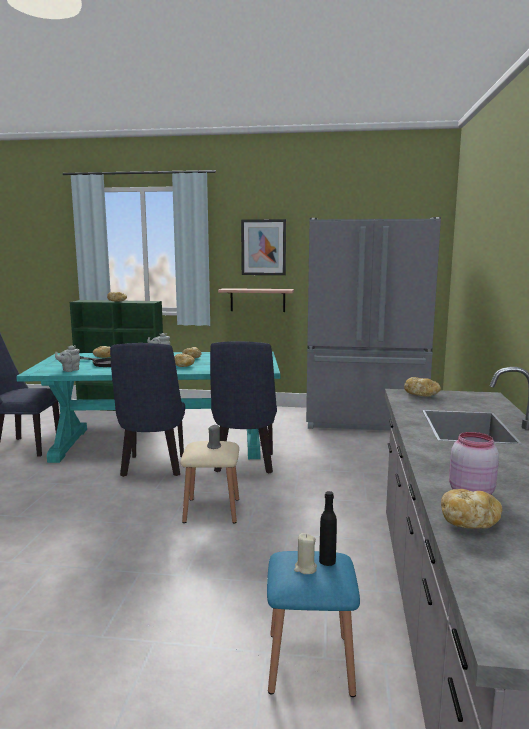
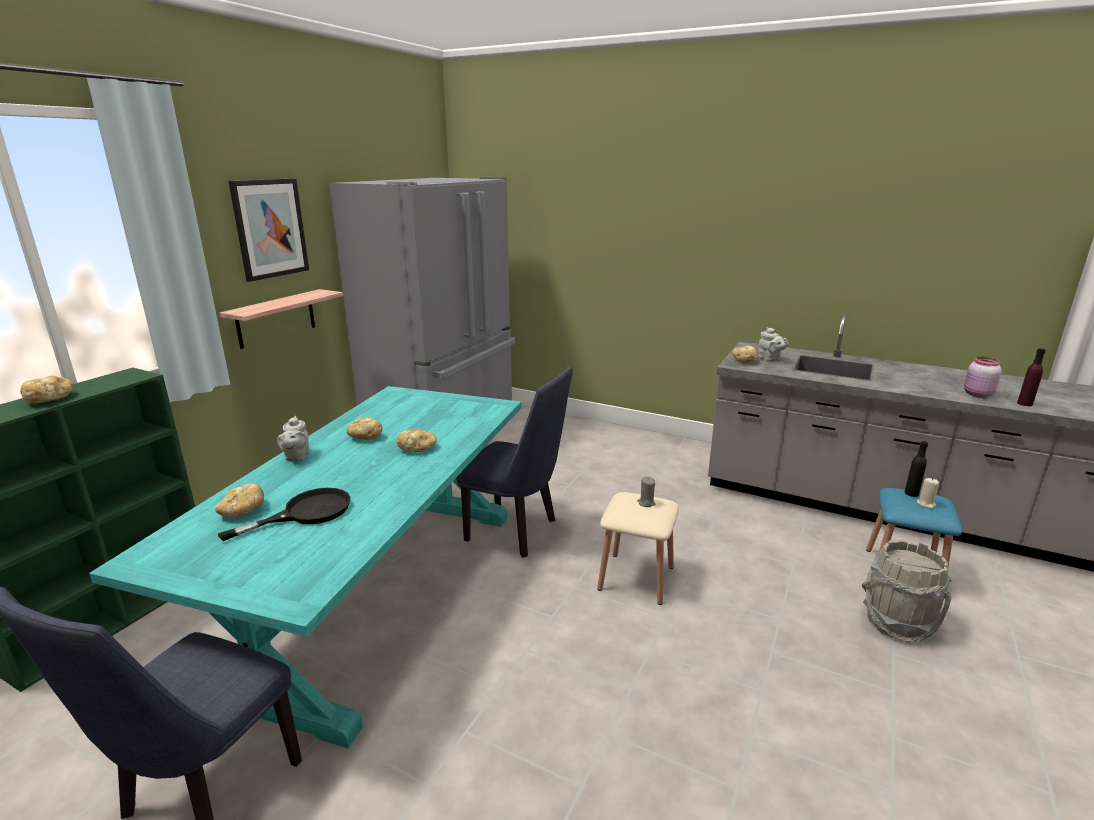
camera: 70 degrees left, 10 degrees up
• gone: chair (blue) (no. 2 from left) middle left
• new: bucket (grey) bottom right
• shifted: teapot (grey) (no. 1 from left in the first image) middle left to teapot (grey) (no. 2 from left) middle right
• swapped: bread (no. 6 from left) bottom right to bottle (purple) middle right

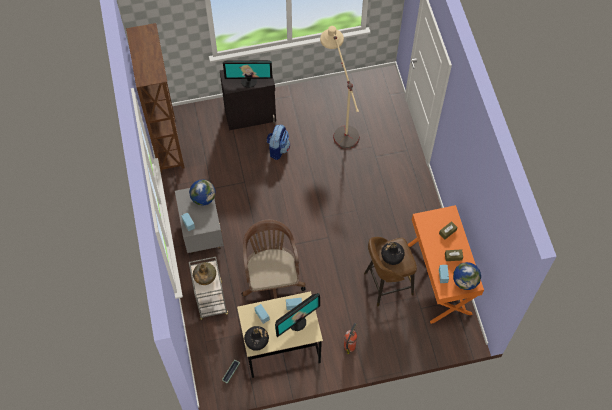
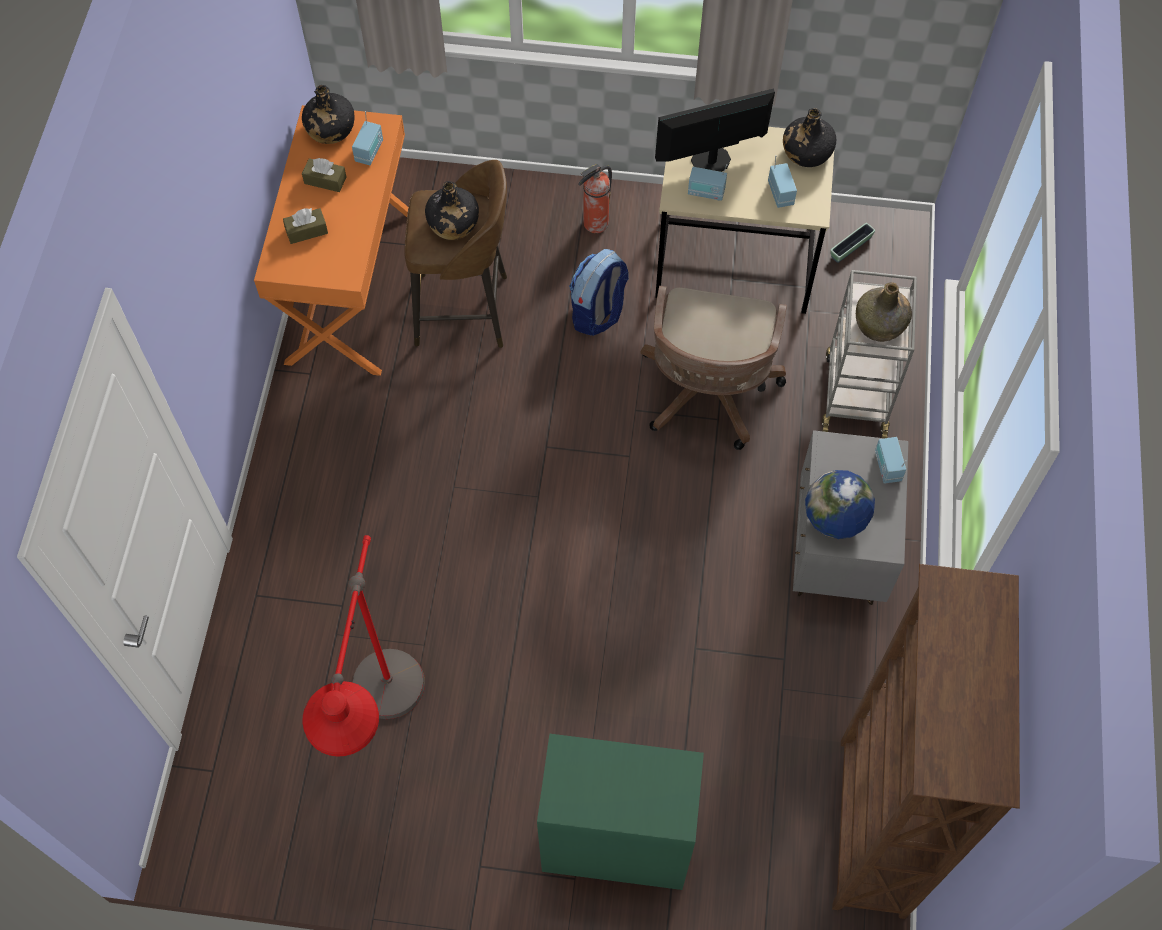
camera: 160 degrees left, 0 degrees up
• gone: monitor (no. 1 from left) top centre
• shifted: backpack centre to top centre
• swapped: globe (no. 2 from left) bottom right to bottle (black) (no. 1 from left) top left
• repainted: cabinet (black) top centre to cabinet (green) bottom centre
• repainted: floor lamp (beige) top centre to floor lamp (red) bottom left

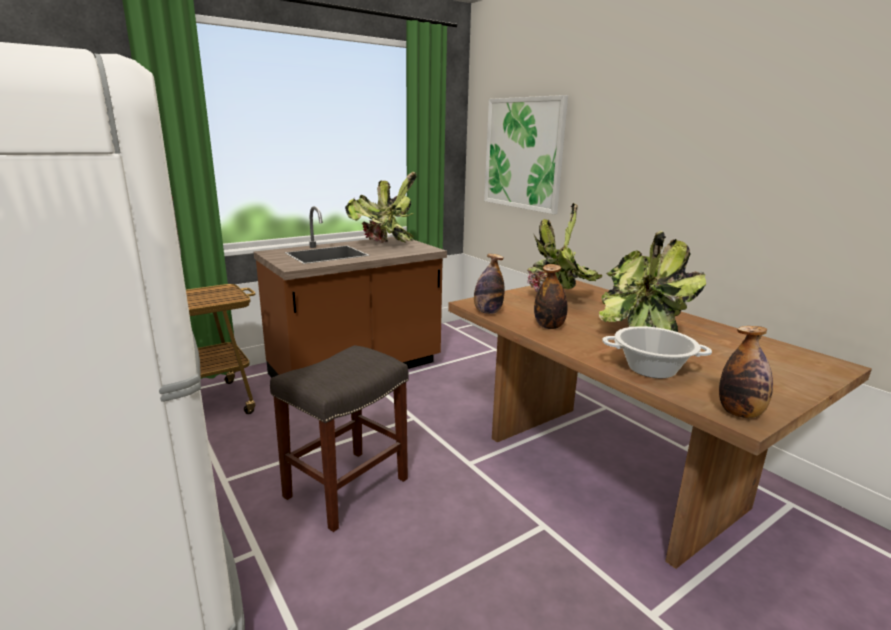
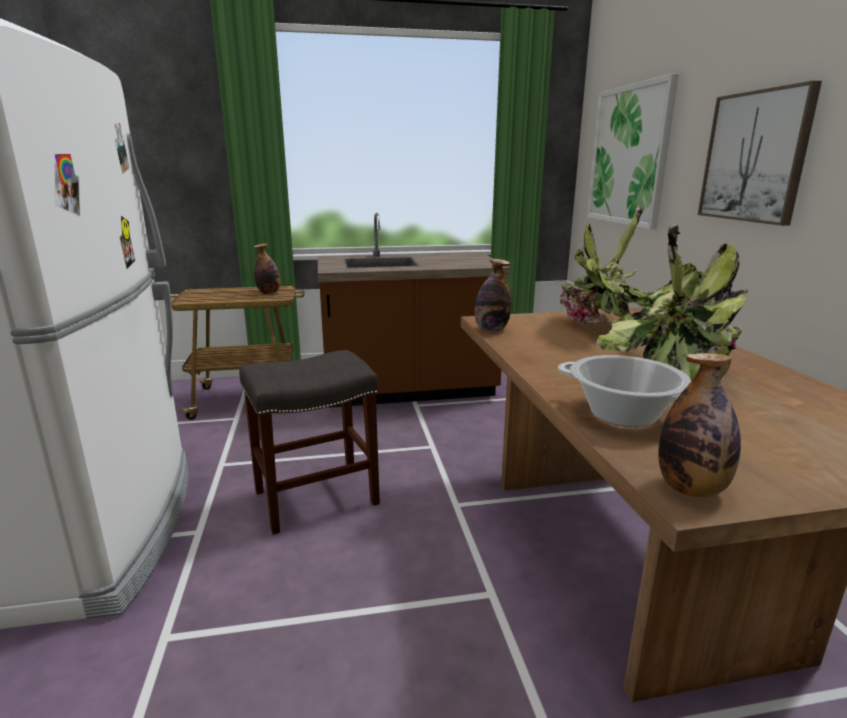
camera: 25 degrees right, 0 degrees up
• gone: potted plant (no. 1 from left) top centre
• new: picture (no. 2 from left) top right
• shifted: bottle (no. 2 from left in the first image) centre to bottle (no. 1 from left) middle left

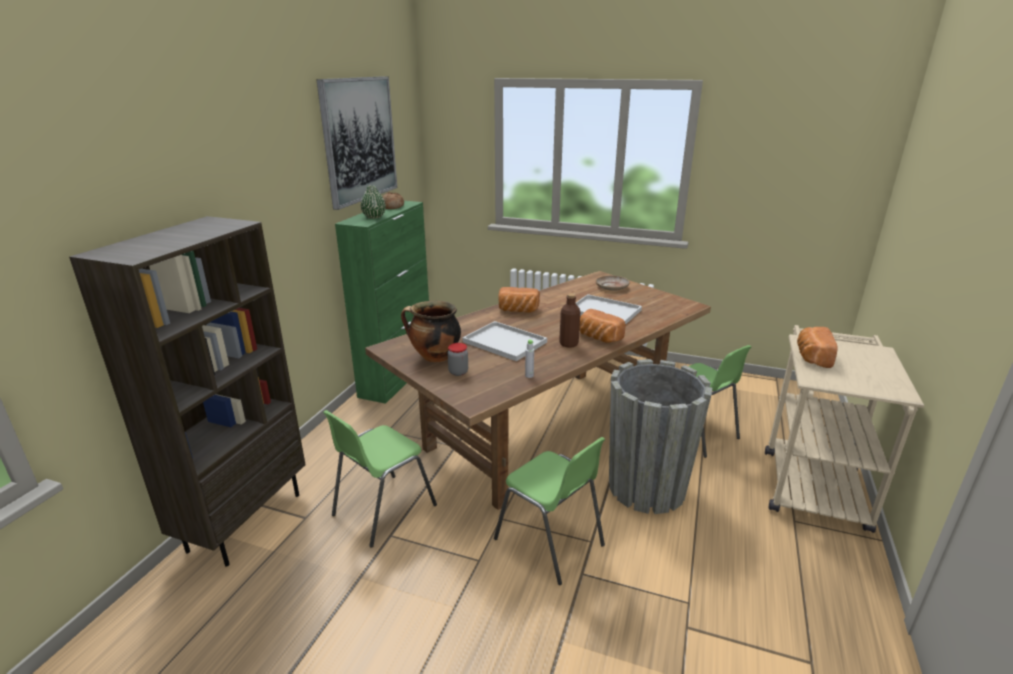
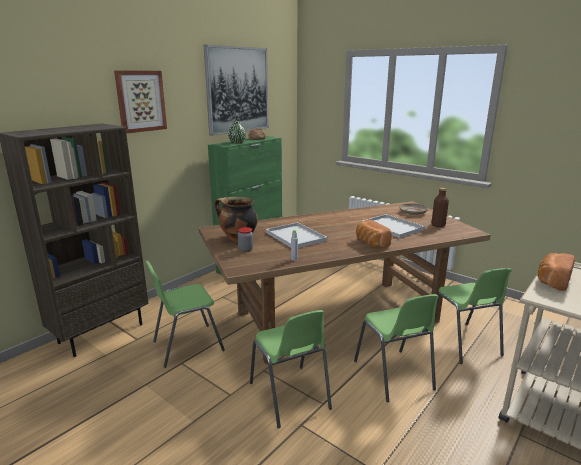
camera: 20 degrees right, 5 degrees down
• gone: bread (no. 2 from left) centre
• new: picture (no. 1 from left) top left
• shifted: bottle (brown) centre to middle right
• swapped: planter (grey) centre to chair (green) (no. 3 from left) bottom right

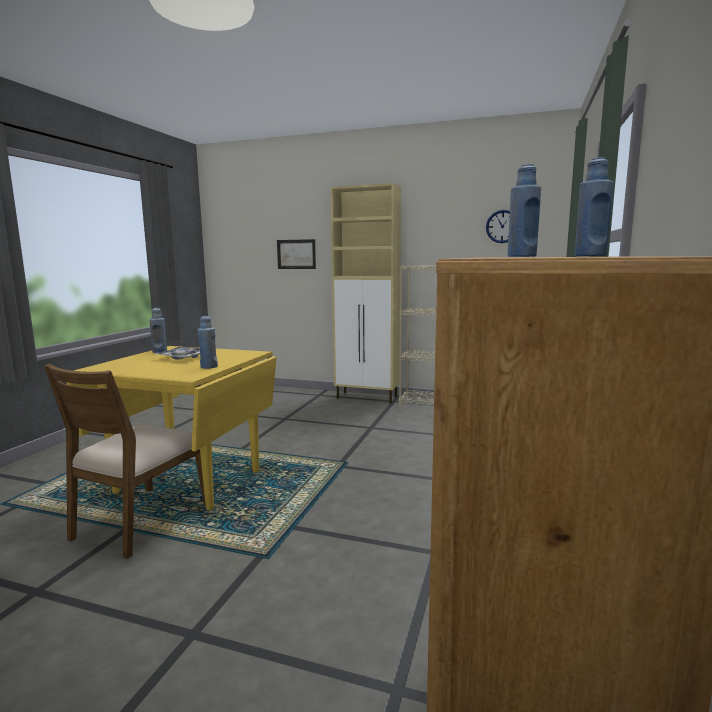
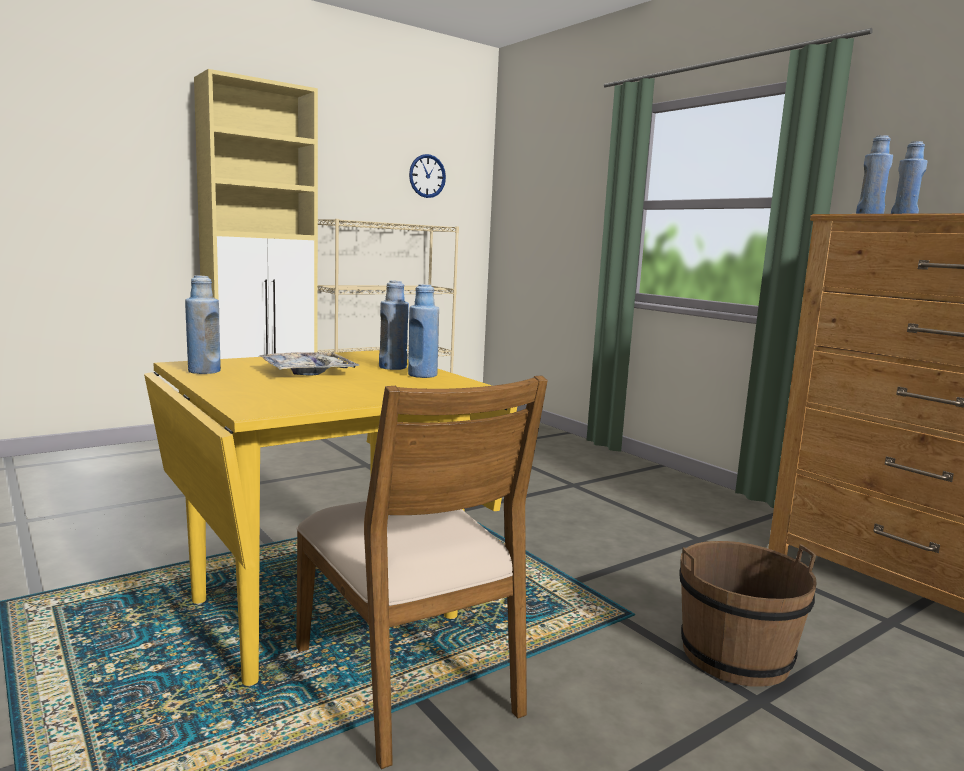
camera: 55 degrees left, 0 degrees up
• gone: picture centre
• new: bottle (blue) (no. 2 from left) centre
• new: bucket (brown) bottom right

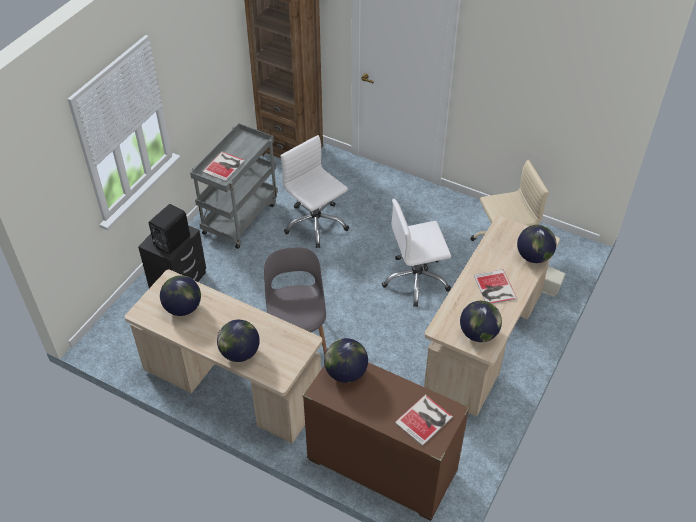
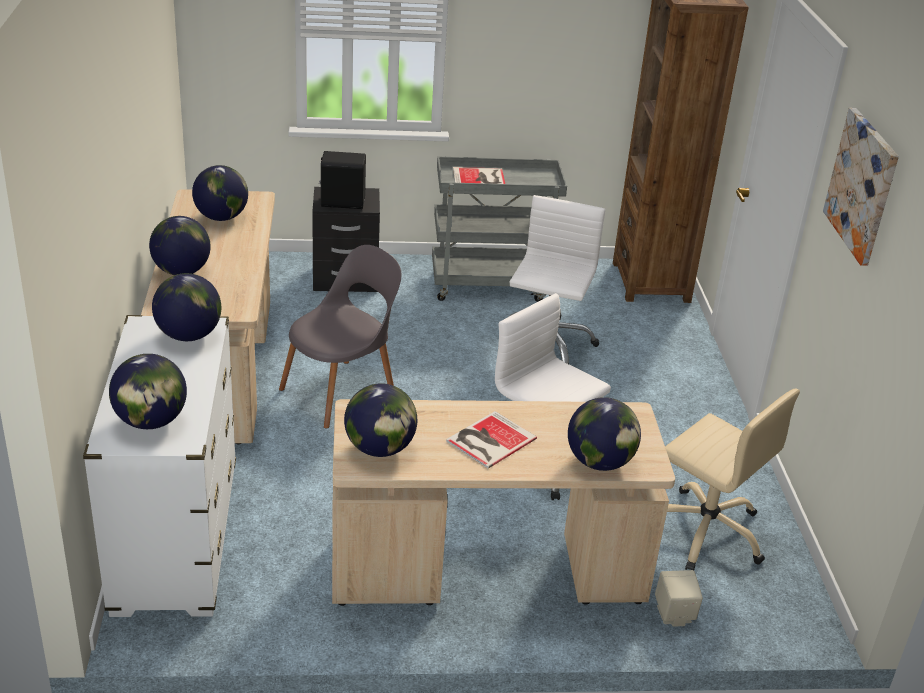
camera: 55 degrees right, 15 degrees down
• new: picture top right
• swapped: book (no. 2 from left) bottom centre to globe (no. 1 from left) middle left
• repainted: dresser (brown) bottom centre to dresser (white) bottom left

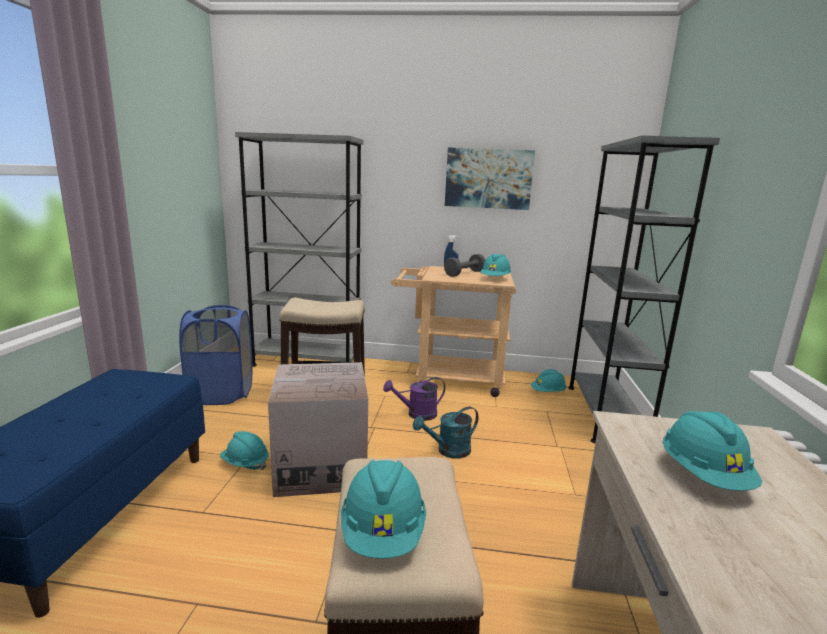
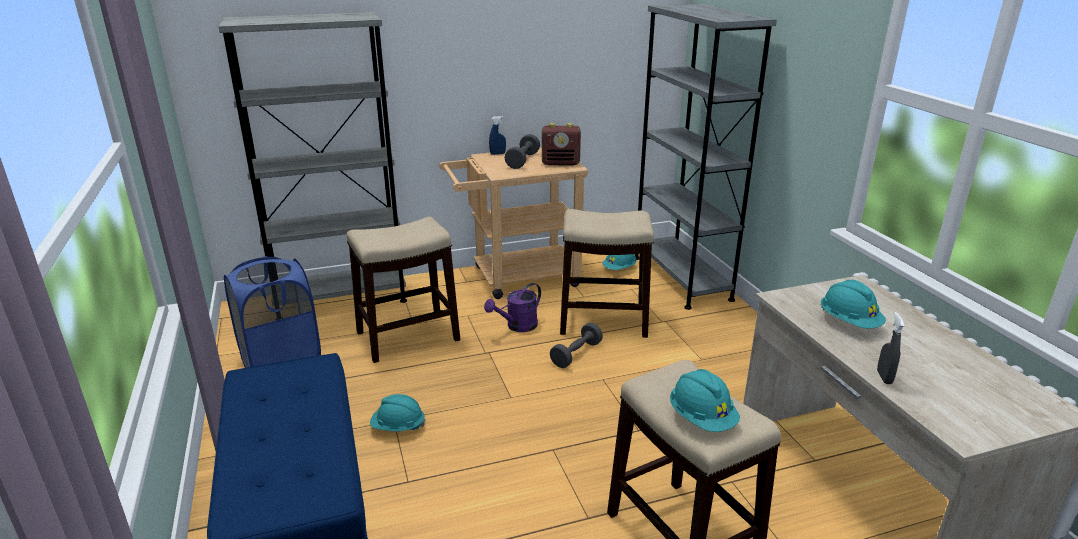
camera: 25 degrees left, 10 degrees up
• gone: cardboard box bottom centre
• gone: picture top centre
• new: stool (no. 2 from left) centre
• new: spray bottle (grey) middle right
• swapped: watering can (turquoise) bottom centre to dumbbell (grey) (no. 2 from left) centre
• swapped: hard hat (turquoise) (no. 3 from left) centre to radio top centre

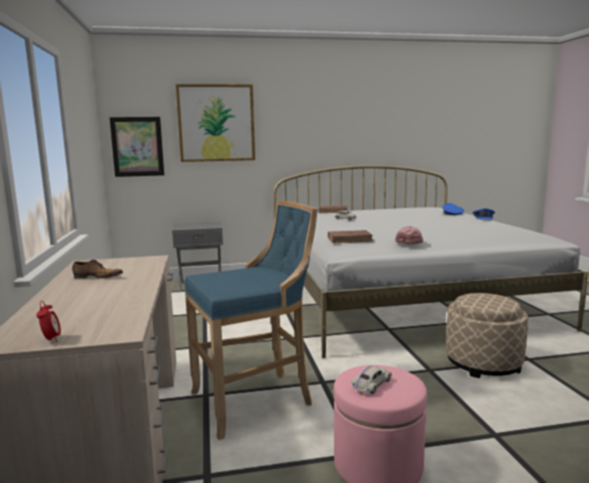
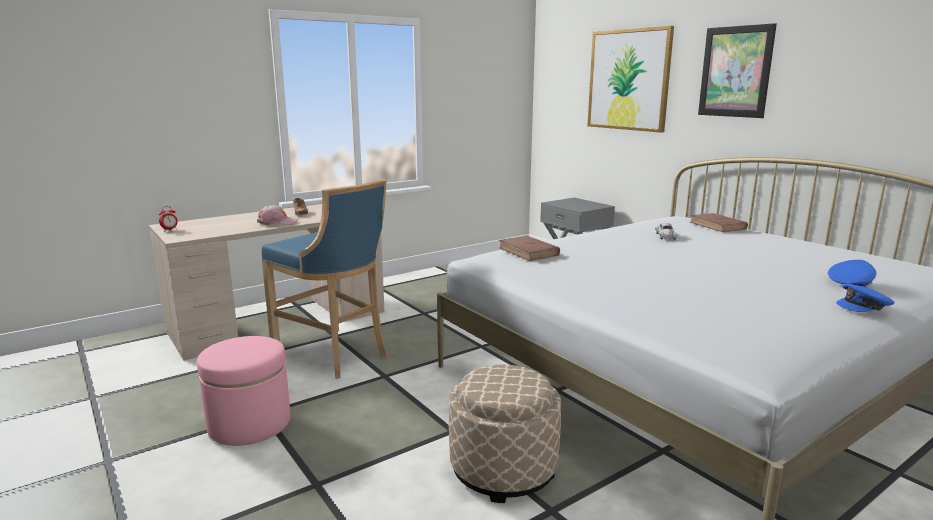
camera: 65 degrees right, 5 degrees up
• gone: toy car (white) (no. 2 from left) bottom centre
• shifted: picture (no. 1 from left in the first image) top left to picture (no. 2 from left) top right
• shifted: cap (pink) middle right to middle left

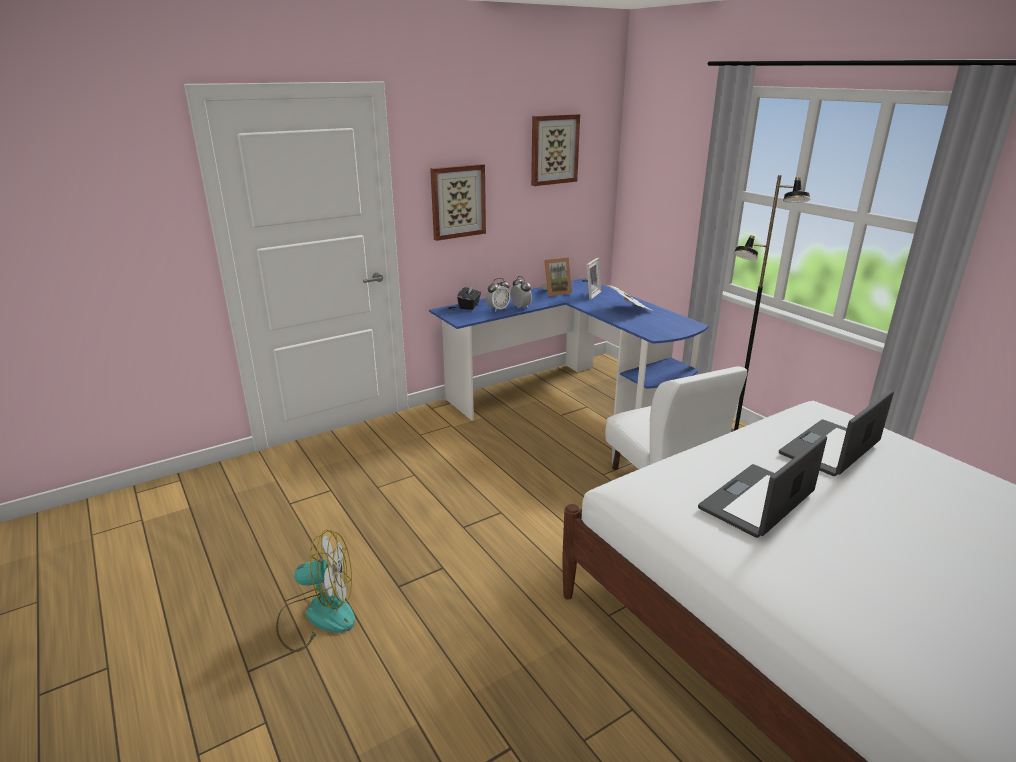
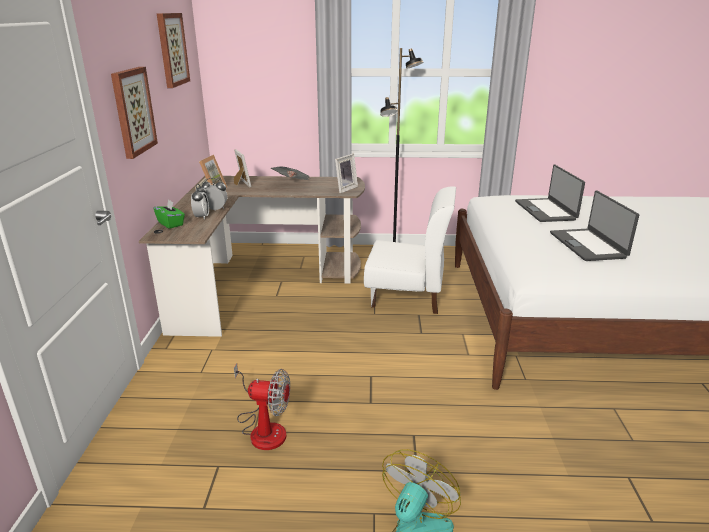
camera: 55 degrees left, 0 degrees up
• new: fan (no. 1 from left) bottom centre
• new: picture frame (no. 3 from left) top centre
• repainted: desk (blue) centre to desk (brown) centre
• repainted: tissue box (black) centre to tissue box (green) middle left

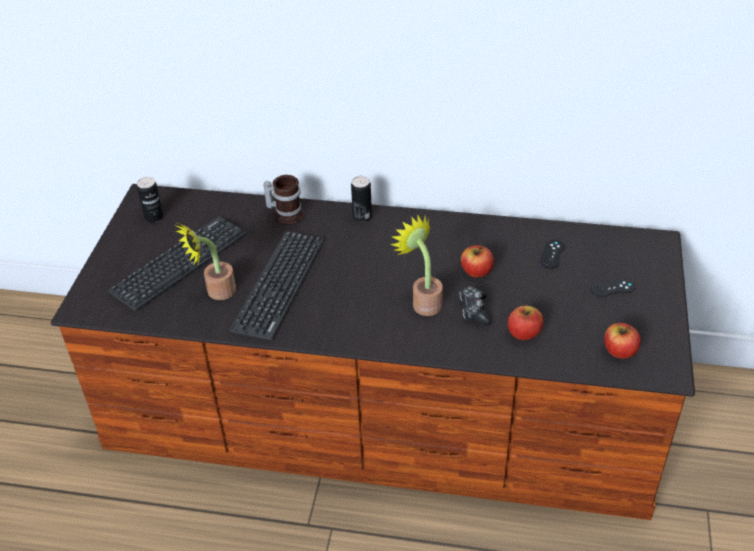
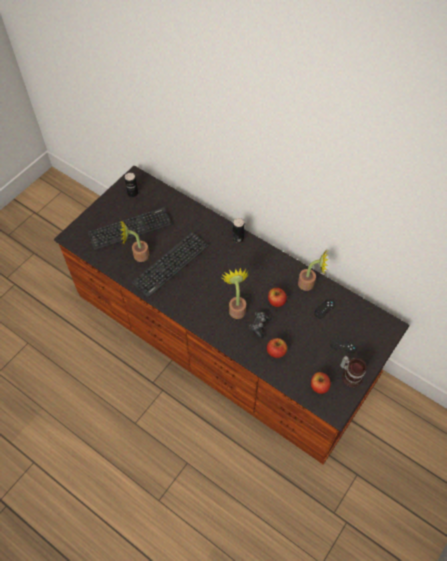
camera: 25 degrees right, 15 degrees up
• new: potted plant (no. 3 from left) middle right
• shifted: mug centre to middle right

